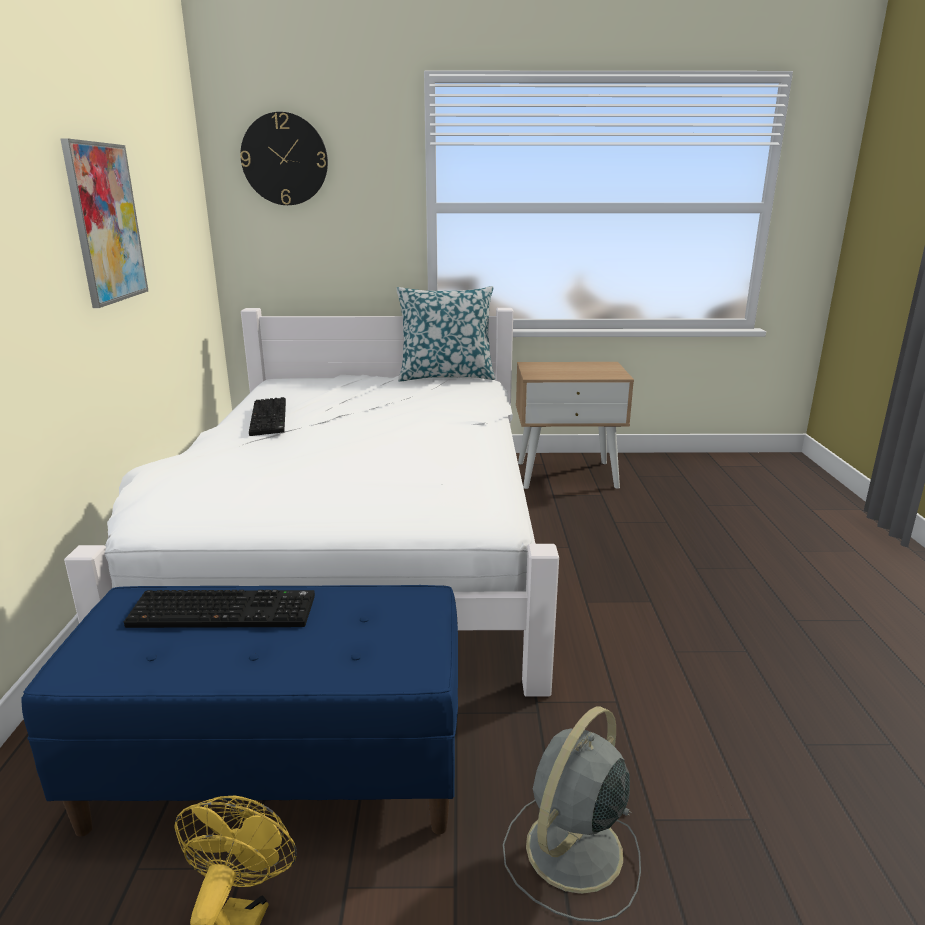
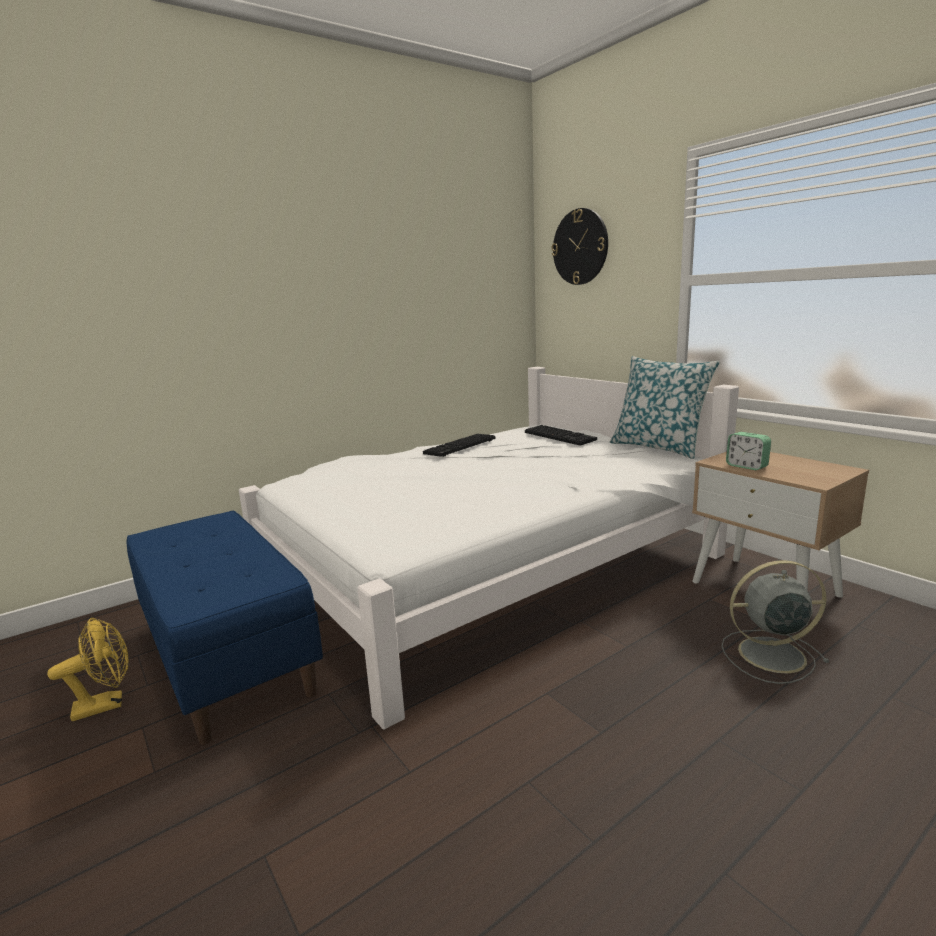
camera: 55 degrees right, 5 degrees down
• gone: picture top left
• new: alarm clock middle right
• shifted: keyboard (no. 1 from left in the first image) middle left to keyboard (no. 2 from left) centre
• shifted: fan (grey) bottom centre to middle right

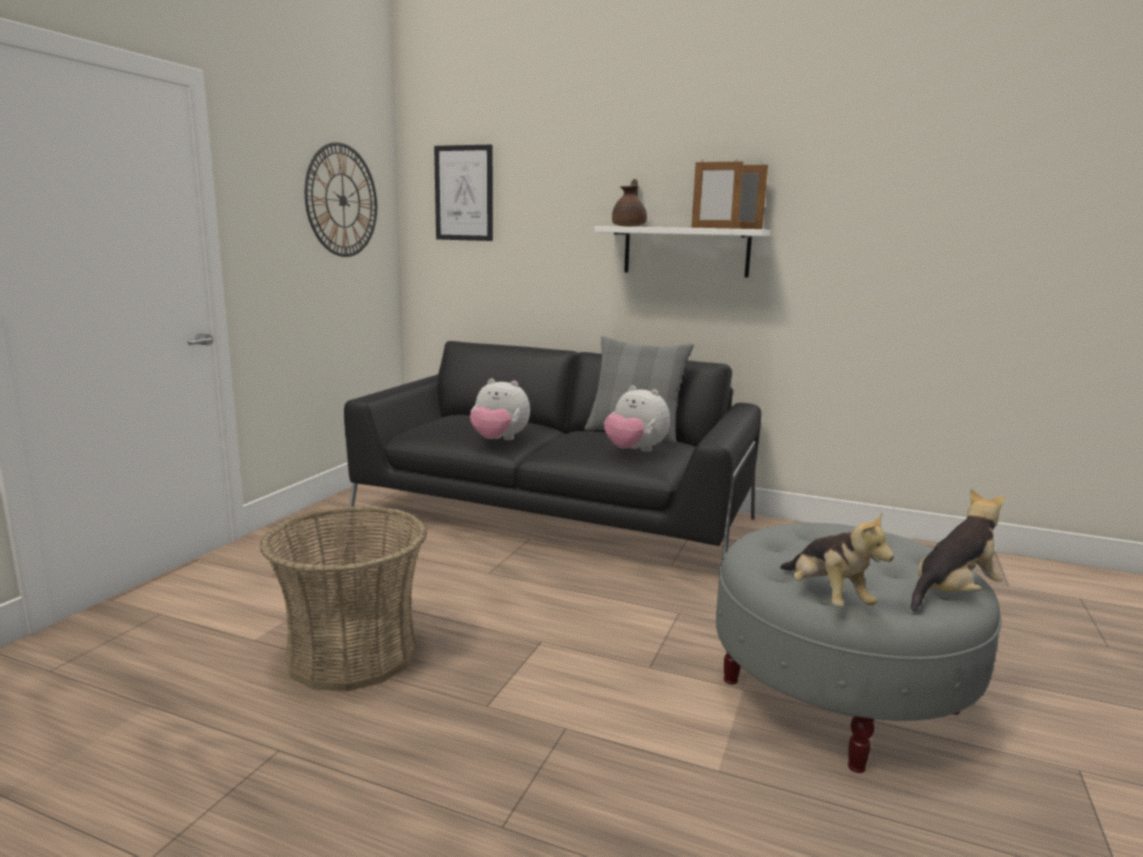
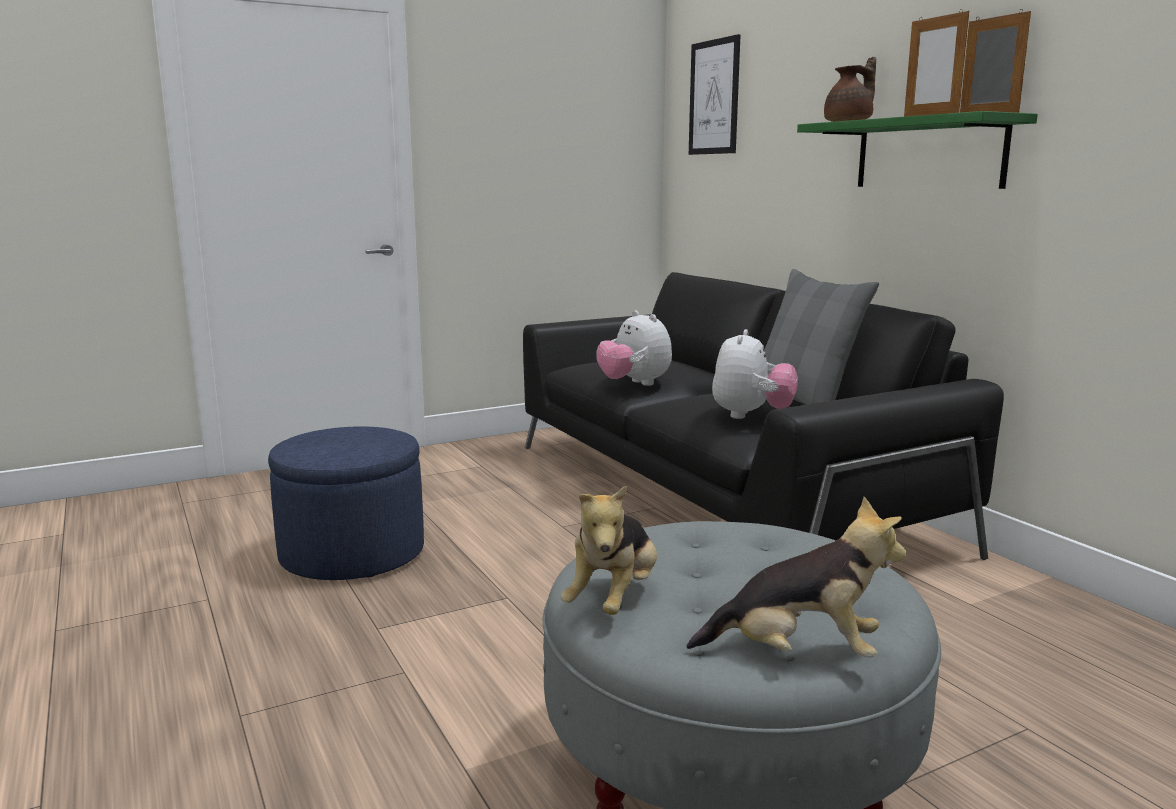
camera: 40 degrees right, 0 degrees up
• gone: wall clock top left
• swapped: basket bottom left to ottoman (blue) middle left
• repainted: shelf (white) top centre to shelf (green) top right
• rotated: plush toy (no. 2 from left in the first image) centre = centre 150 degrees counterclockwise

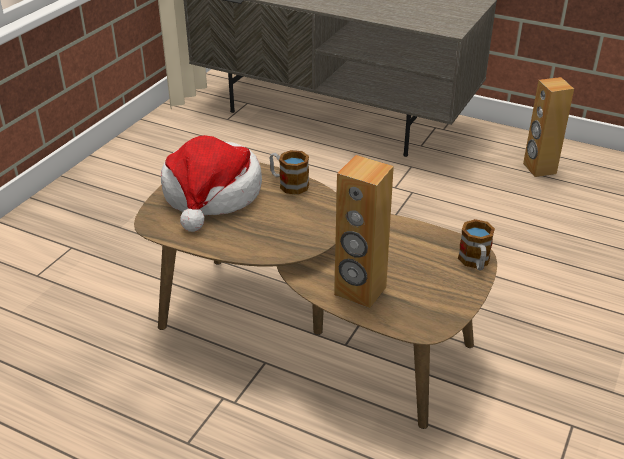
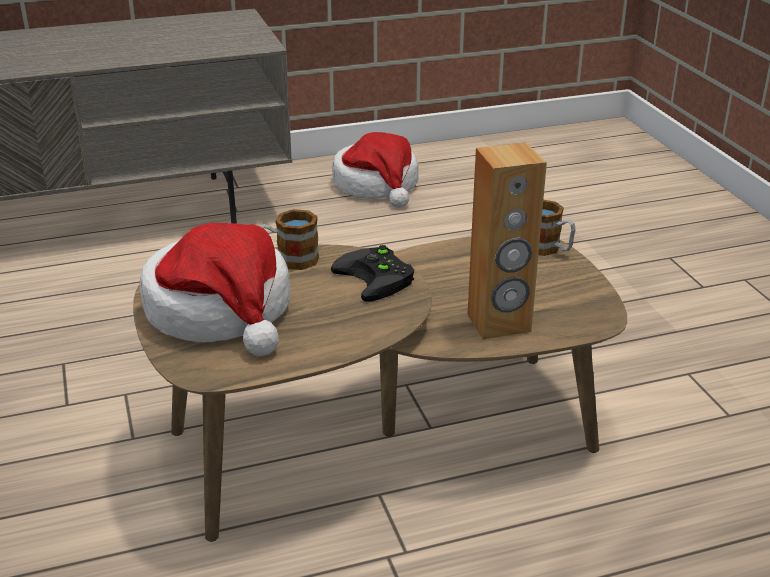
camera: 45 degrees left, 5 degrees down
• new: game controller (black) centre
• swapped: speaker (brown) (no. 2 from left) top right to hat (no. 2 from left) top centre

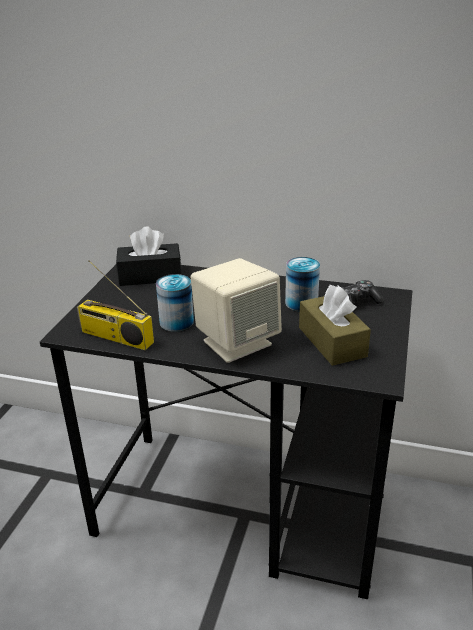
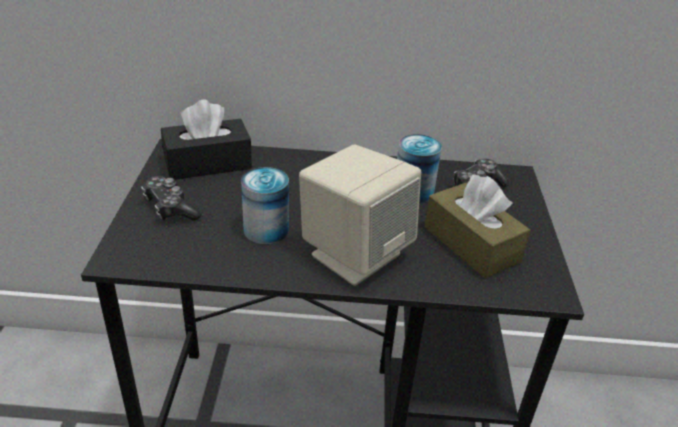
camera: 15 degrees left, 5 degrees up
• gone: radio middle left
• new: game controller (no. 1 from left) middle left

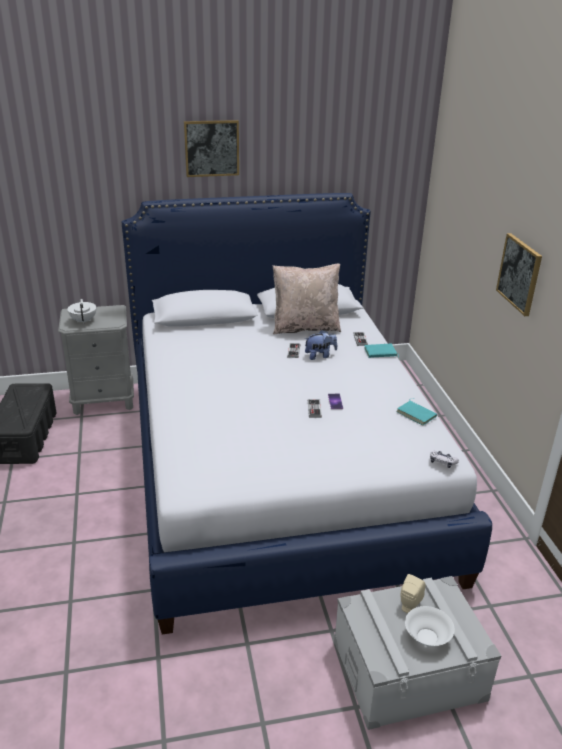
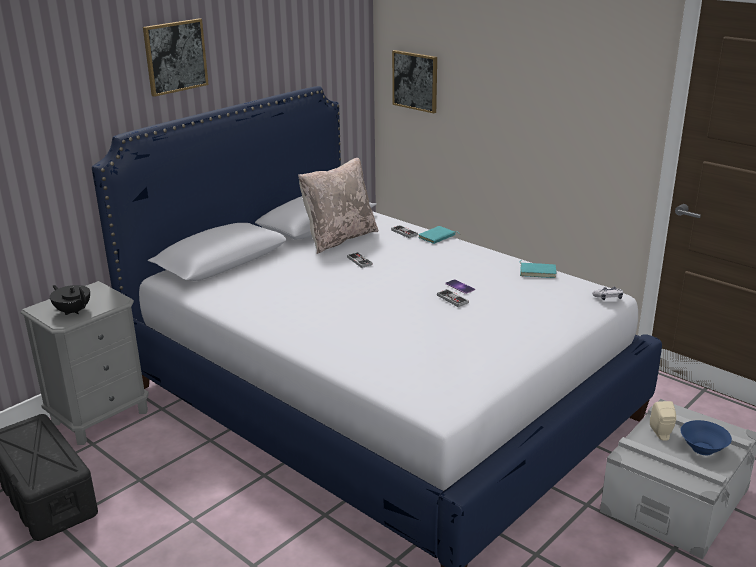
camera: 35 degrees left, 5 degrees down
• gone: plush toy centre
• shifted: picture (no. 2 from left) middle right to top centre
• repainted: teapot (white) middle left to teapot (black) middle left
• repainted: bowl (white) bottom right to bowl (blue) bottom right

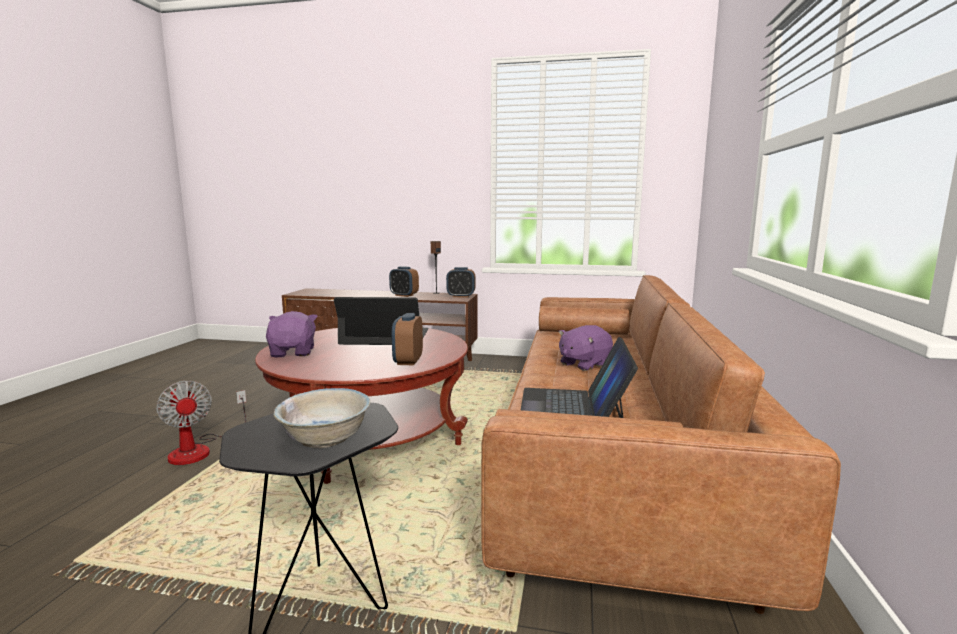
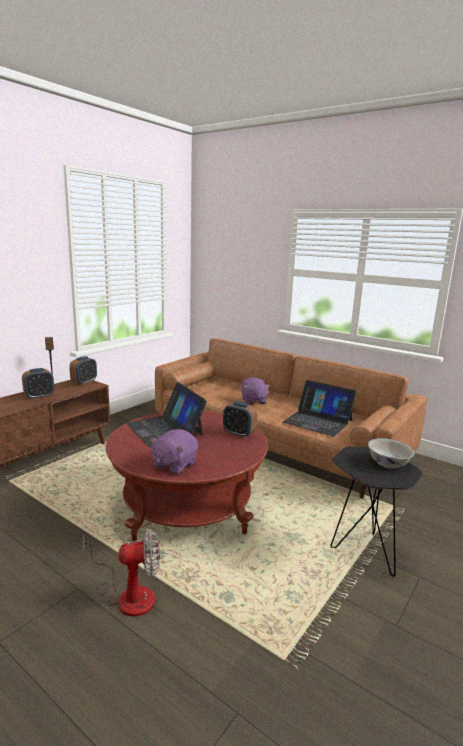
camera: 65 degrees left, 5 degrees up
• rotated: plush toy (purple) (no. 1 from left) middle left = centre 75 degrees counterclockwise
• rotated: laptop (no. 1 from left) centre = centre 60 degrees counterclockwise

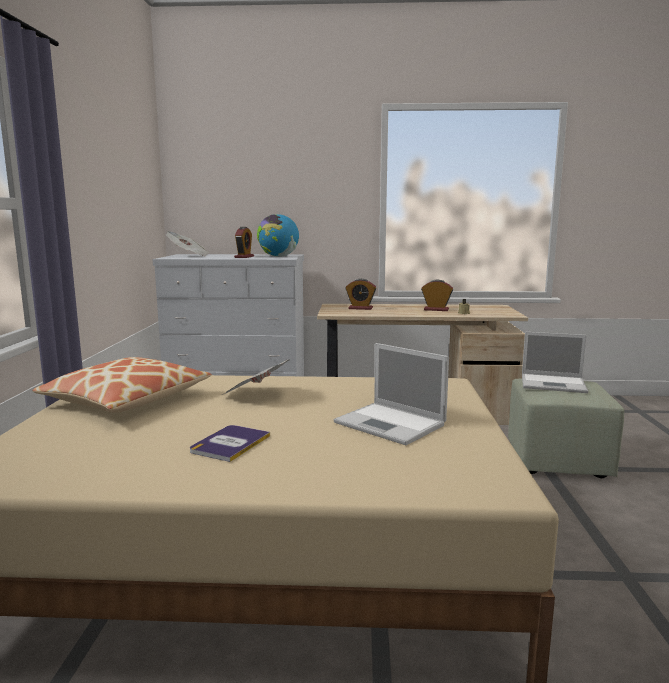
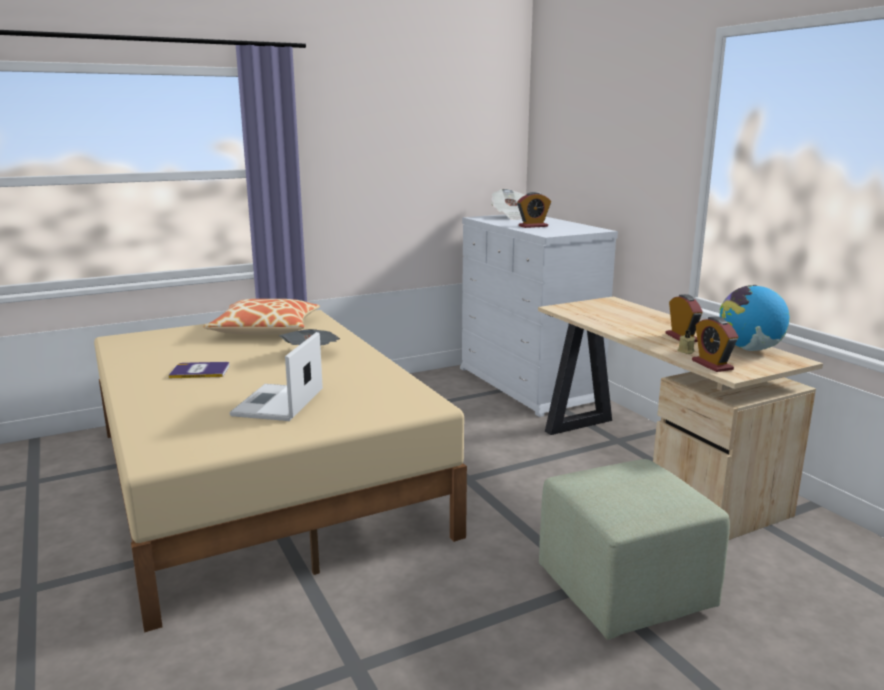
camera: 60 degrees right, 5 degrees up
• gone: laptop (no. 2 from left) middle right
• shifted: globe centre to middle right
• shifted: alarm clock (no. 2 from left in the first image) centre to alarm clock (no. 3 from left) middle right

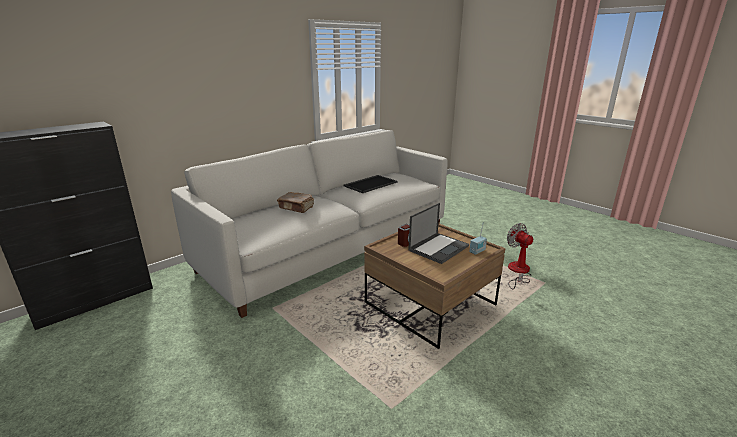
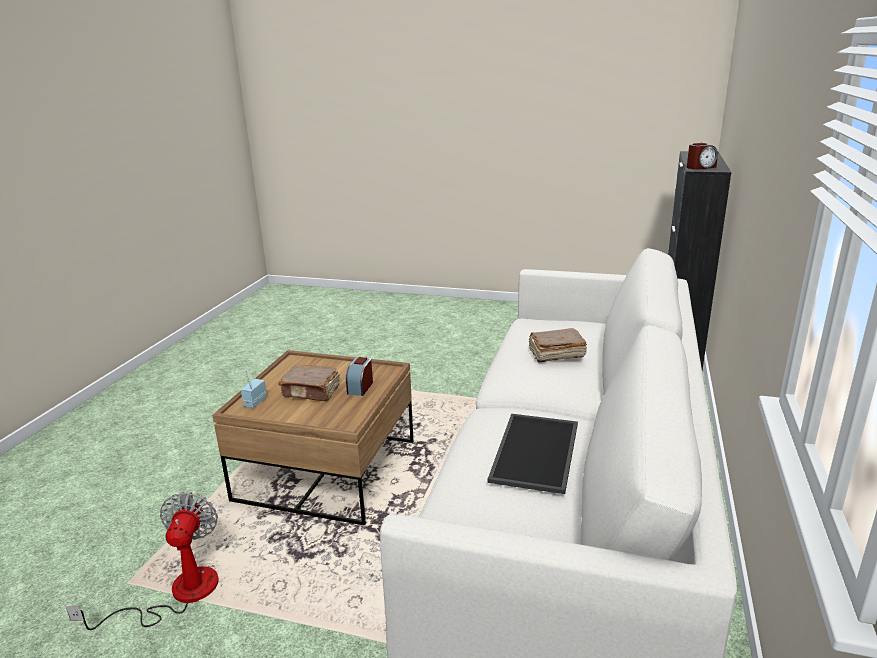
camera: 150 degrees right, 0 degrees up
• new: alarm clock (no. 2 from left) top right
• swapped: laptop centre to book (brown) (no. 1 from left) centre
• rotated: fan middle right = bottom left 120 degrees counterclockwise

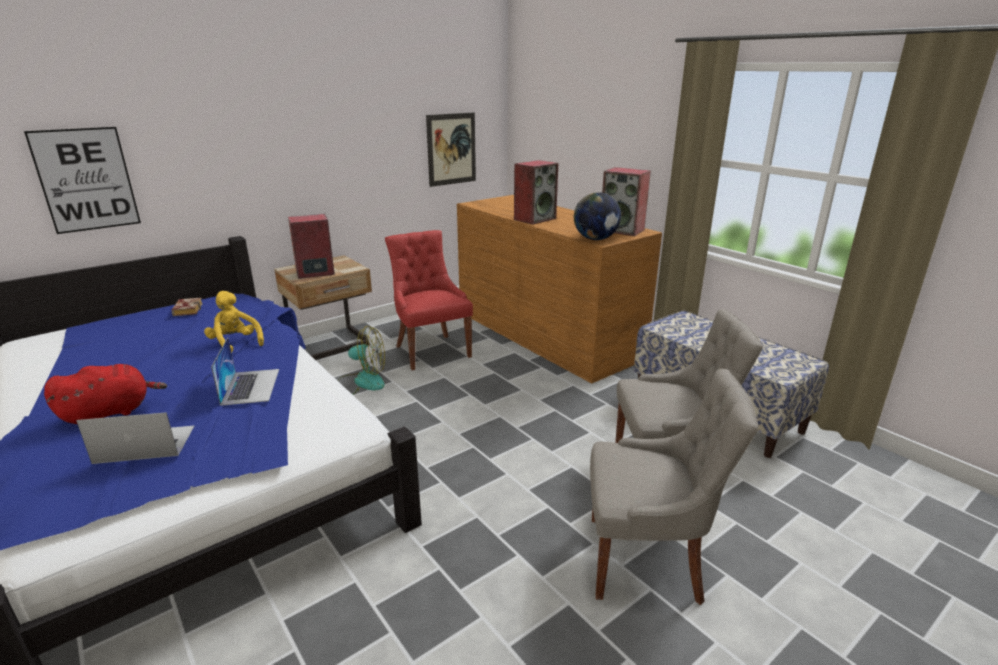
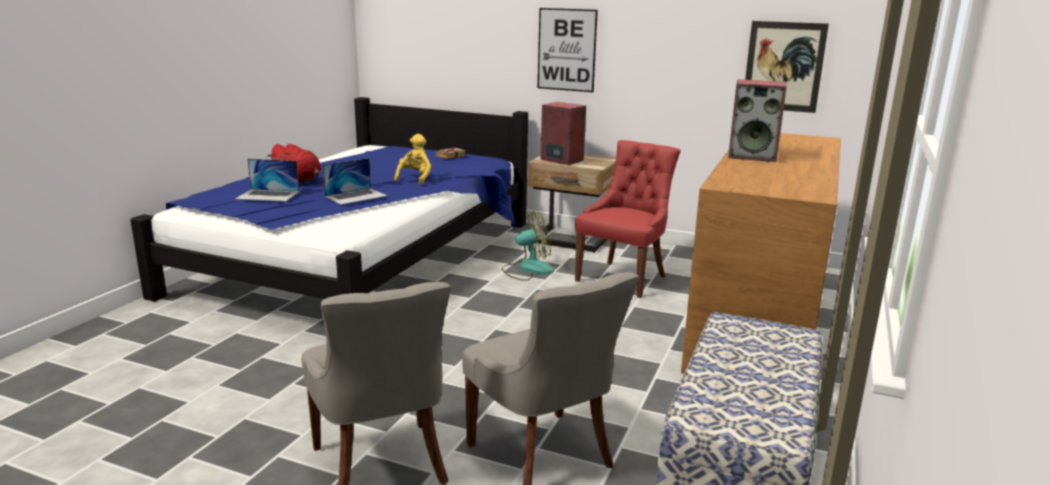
camera: 60 degrees right, 5 degrees down
• gone: globe top centre
• gone: speaker (no. 3 from left) top centre
• shifted: picture (no. 1 from left) top left to top centre
• rotated: laptop (no. 1 from left) middle left = middle left 135 degrees clockwise
• rotated: fan centre = centre 75 degrees counterclockwise

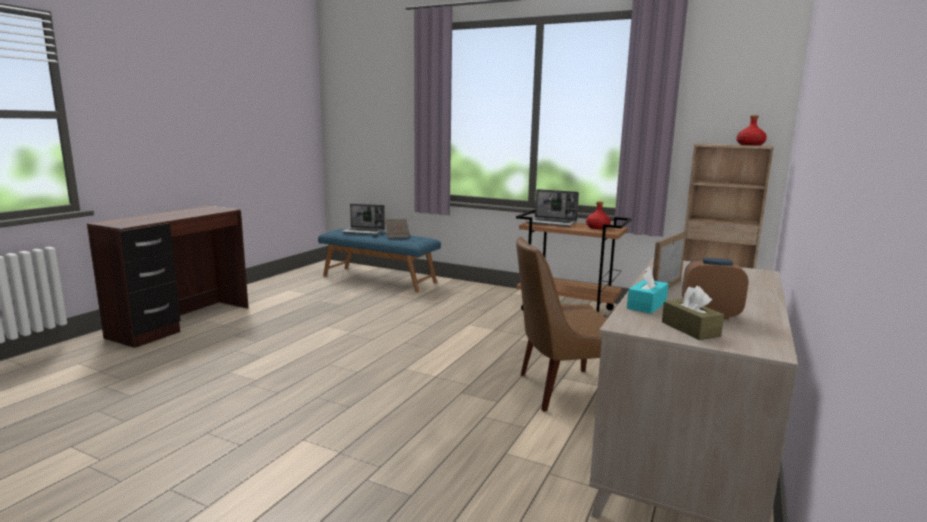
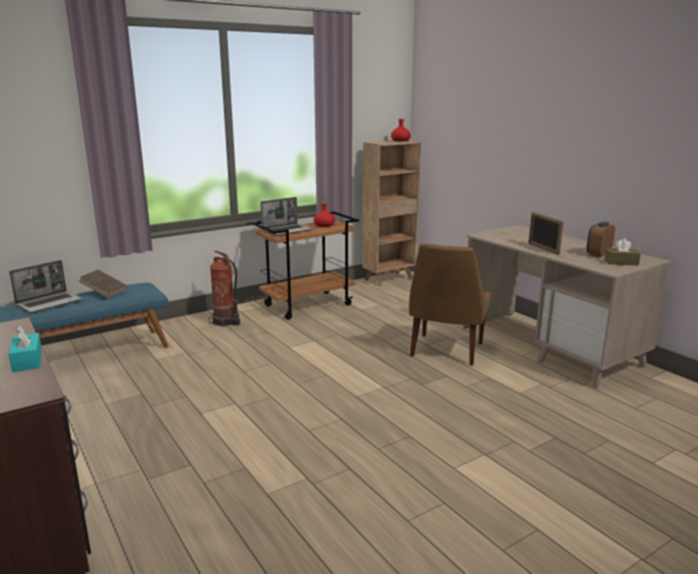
camera: 60 degrees left, 5 degrees up
• new: fire extinguisher middle left
• shifted: tissue box (turquoise) middle right to middle left

